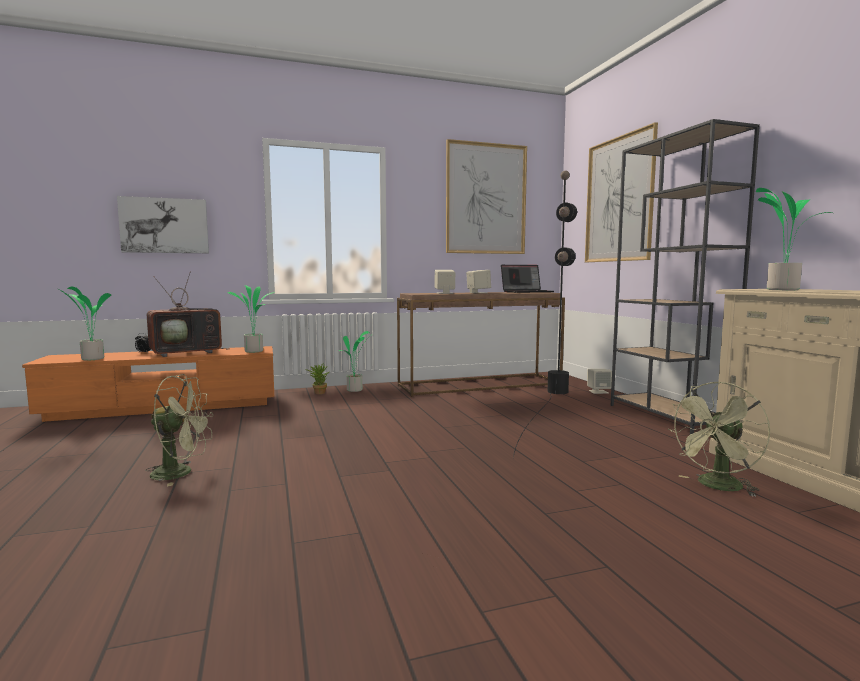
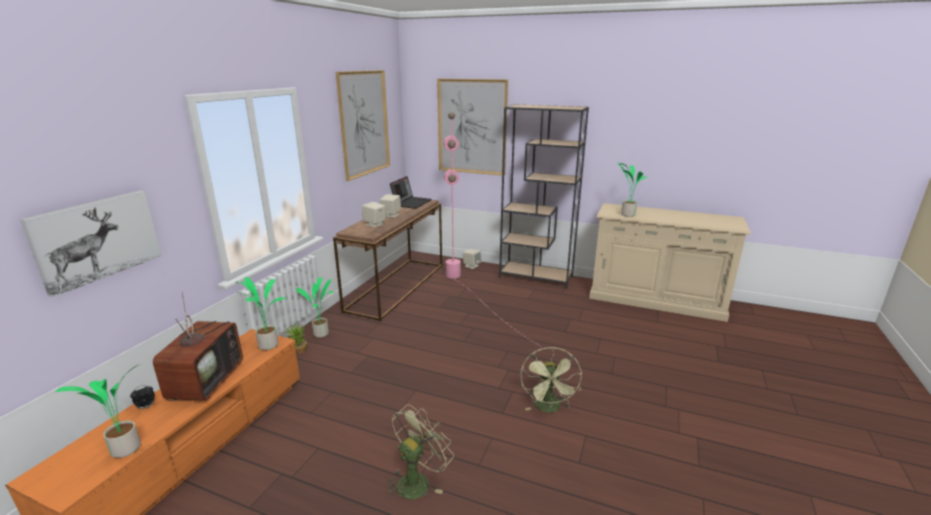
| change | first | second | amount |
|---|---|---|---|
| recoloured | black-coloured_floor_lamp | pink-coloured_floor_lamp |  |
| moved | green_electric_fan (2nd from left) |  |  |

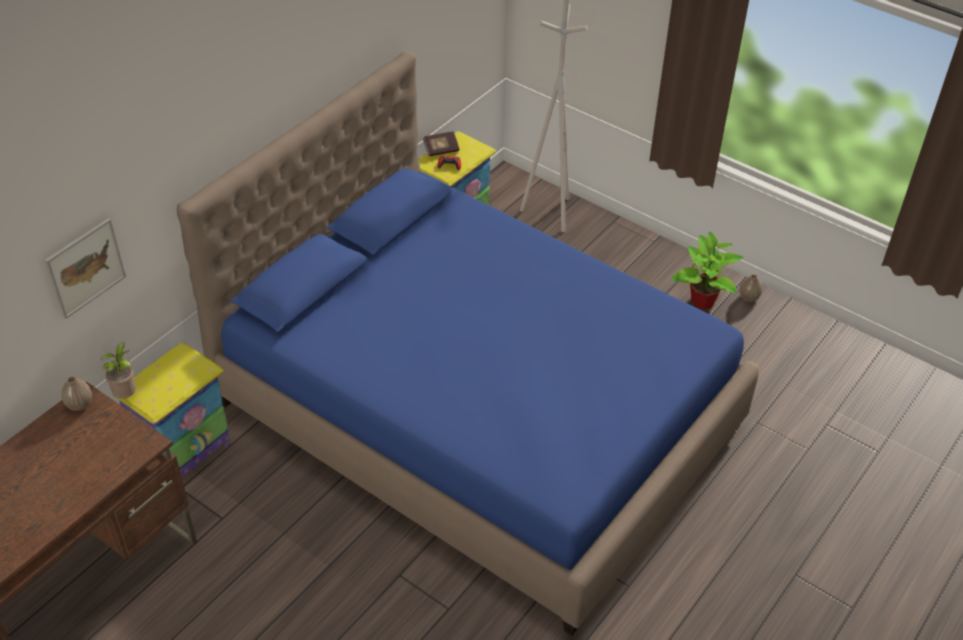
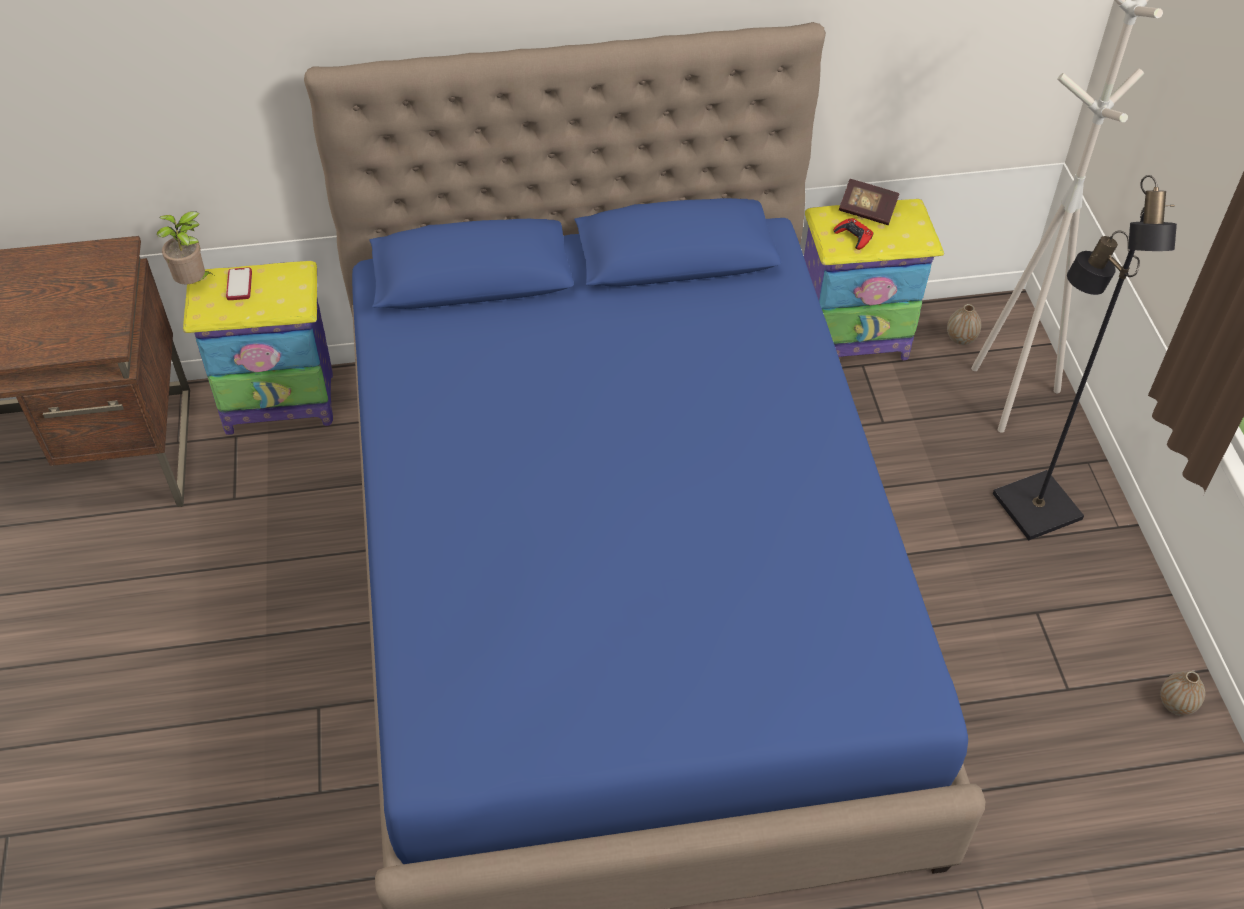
| change | first | second | amount |
|---|---|---|---|
| removed | wall_picture |  |  |
| moved | flower_vase (1st from left) |  |  |
| removed | potted_plant (2nd from left) |  |  |
| added |  | telephone |  |
| added |  | black-coloured_floor_lamp |  |

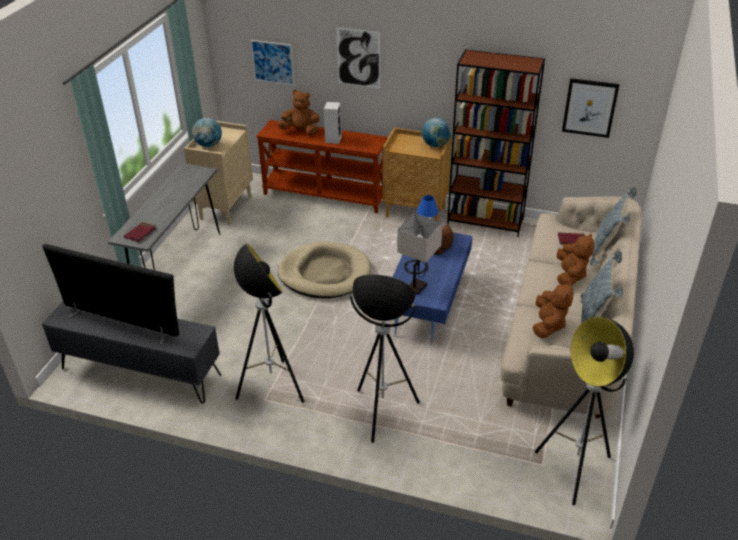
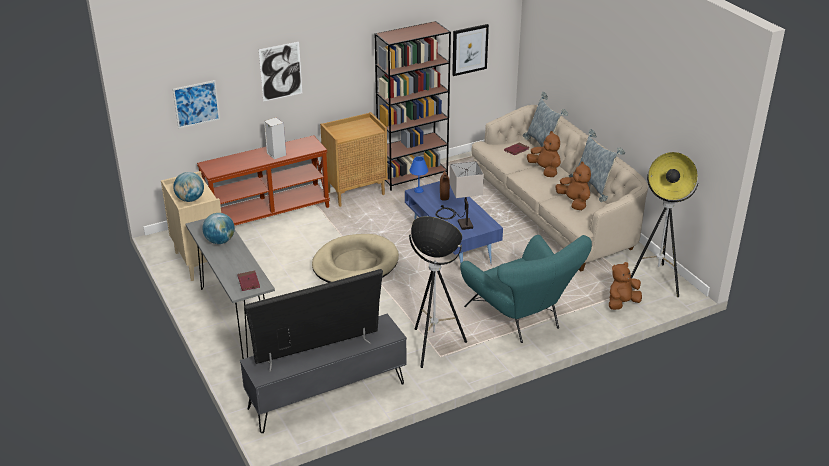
| change | first | second | amount |
|---|---|---|---|
| moved | brown_plush_toy (1st from left in the first image) | brown_plush_toy (3rd from left) |  |
| replaced | floor_lamp (2nd from left) | turquoise_armchair |  |
| moved | globe (2nd from left) |  |  |

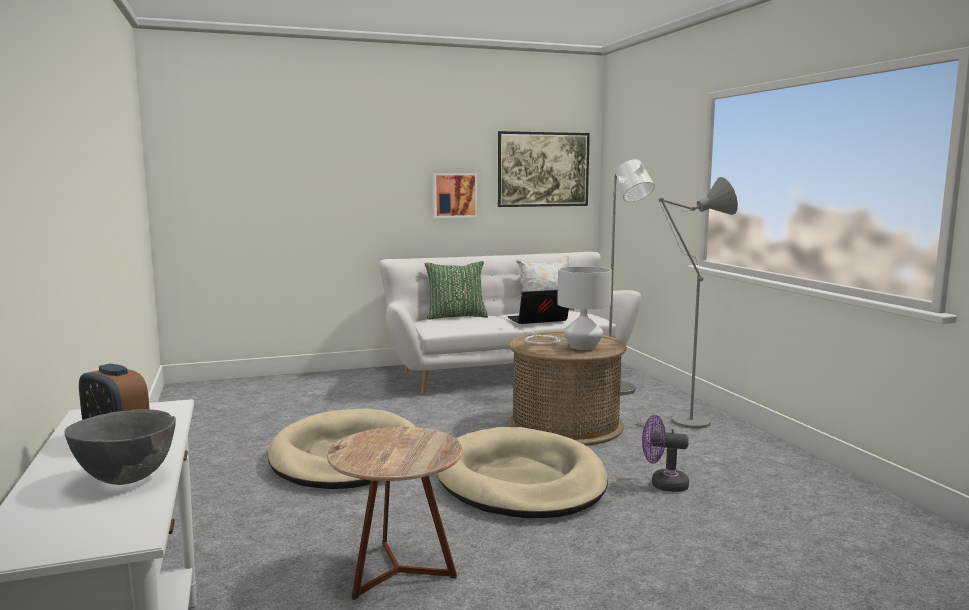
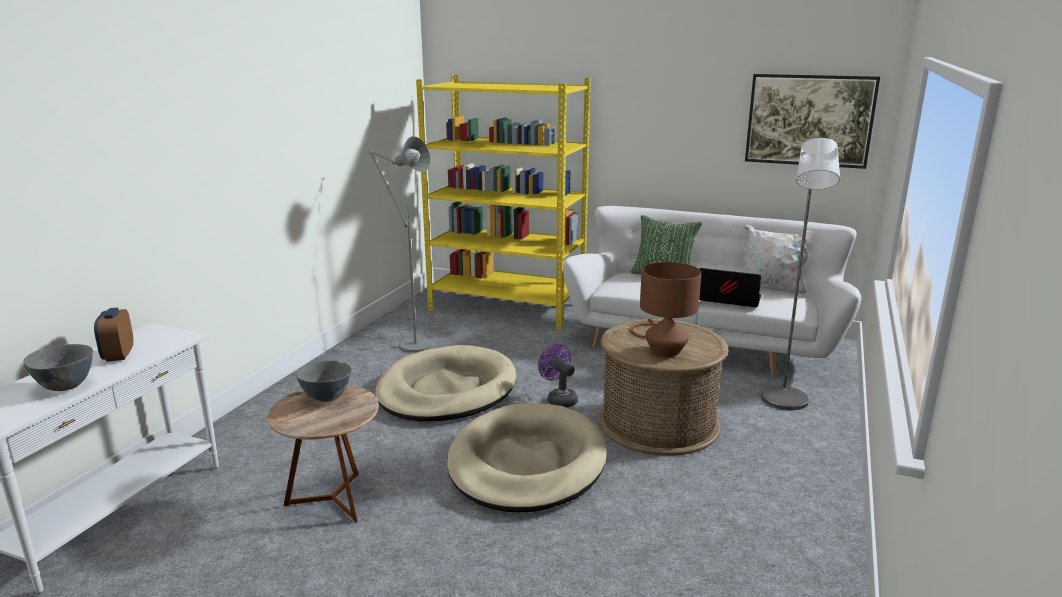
| change | first | second | amount |
|---|---|---|---|
| removed | wall_picture (1st from left) |  |  |
| recoloured | white_lamp_for_a_table | brown_lamp_for_a_table |  |
| moved | grey_floor_lamp (2nd from left in the first image) | grey_floor_lamp (1st from left) |  |
| moved | purple_electric_fan |  |  |
| added |  | grey_deep_dish (2nd from left) |  |
| added |  | yellow-coloured_bookcase |  |

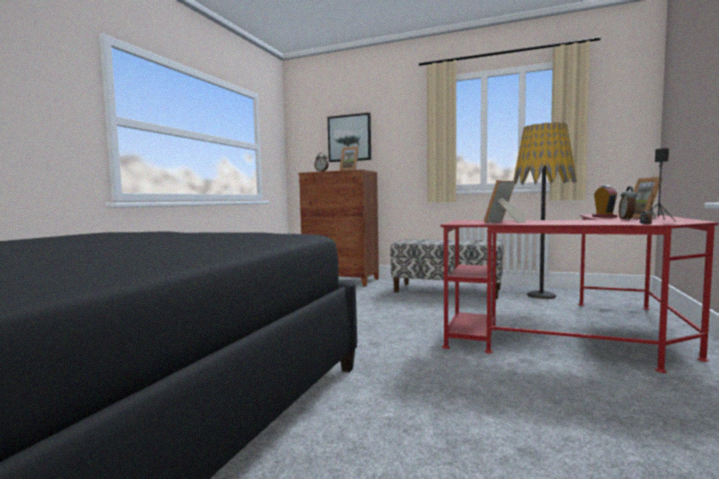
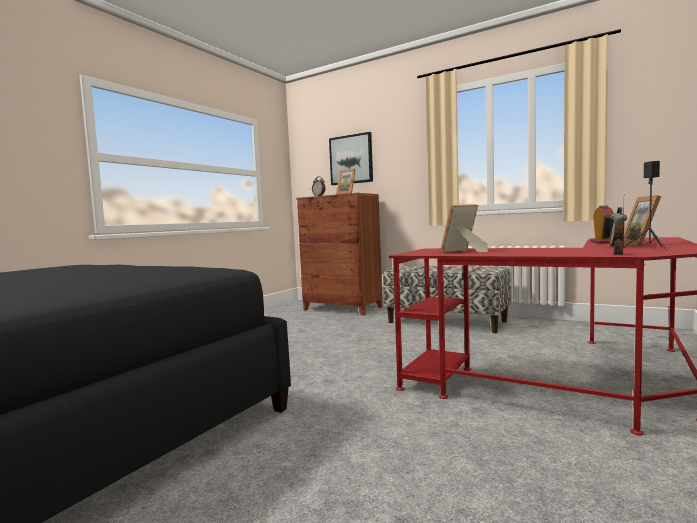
| change | first | second | amount |
|---|---|---|---|
| removed | floor_lamp |  |  |

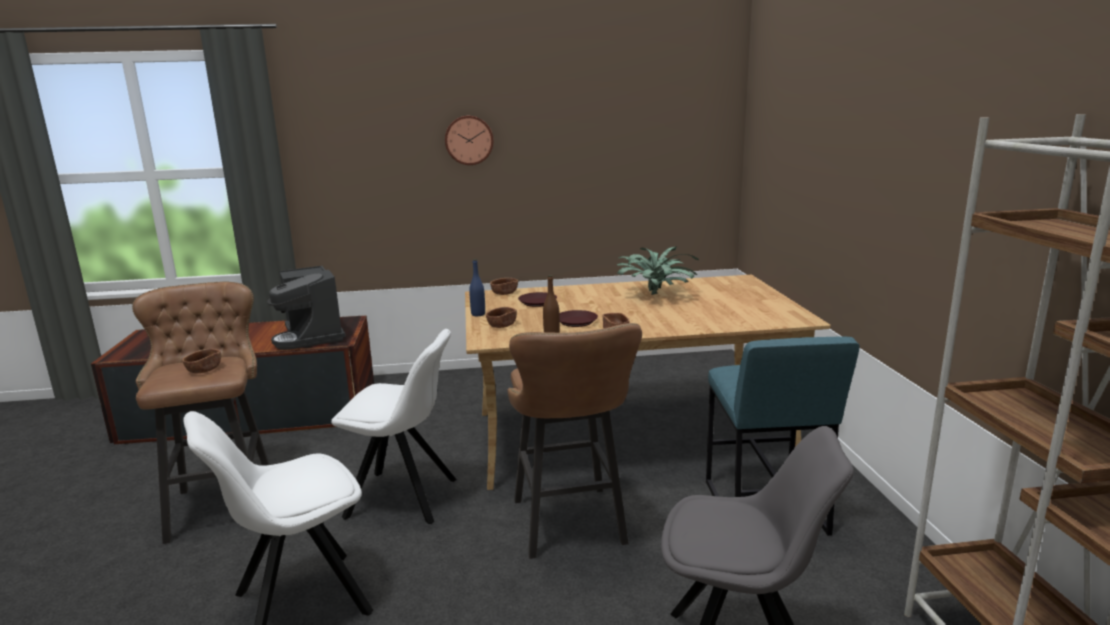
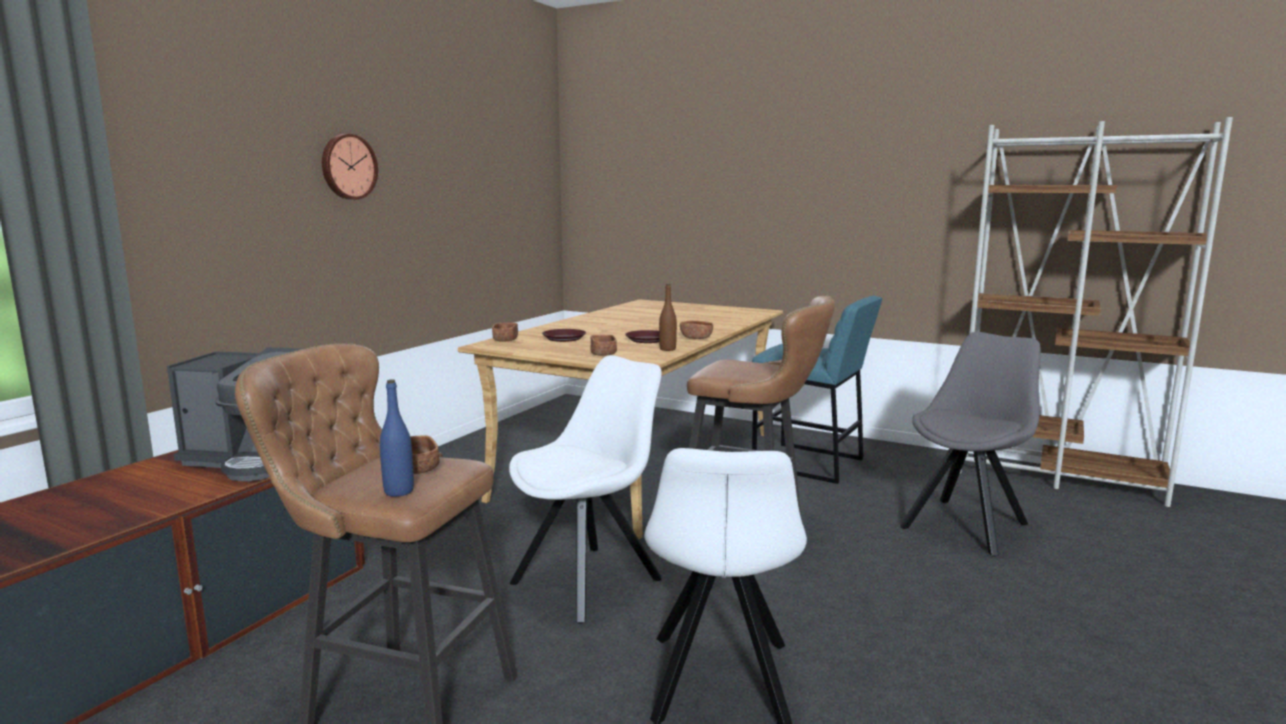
| change | first | second | amount |
|---|---|---|---|
| moved | blue-coloured_beverage_bottle |  |  |
| removed | potted_plant |  |  |

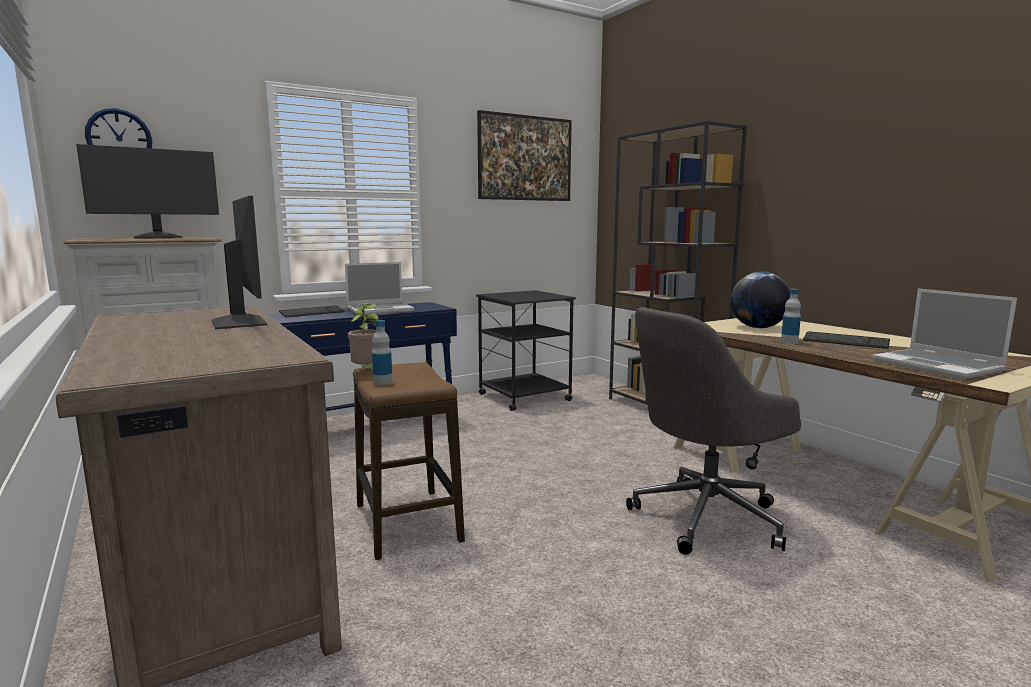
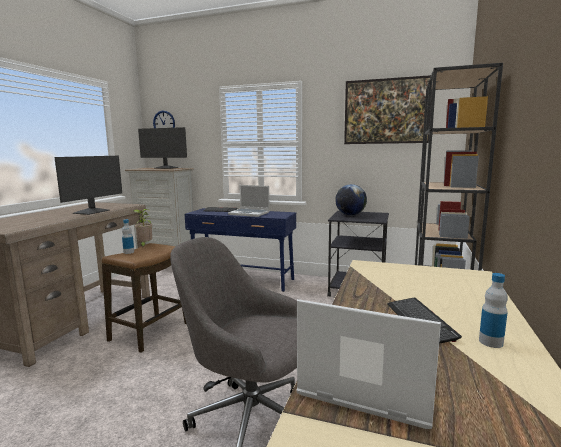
| change | first | second | amount |
|---|---|---|---|
| moved | globe |  |  |
| moved | beverage_bottle (2nd from left) |  |  |
| turned | laptop (2nd from left) |  | 90 degrees clockwise |

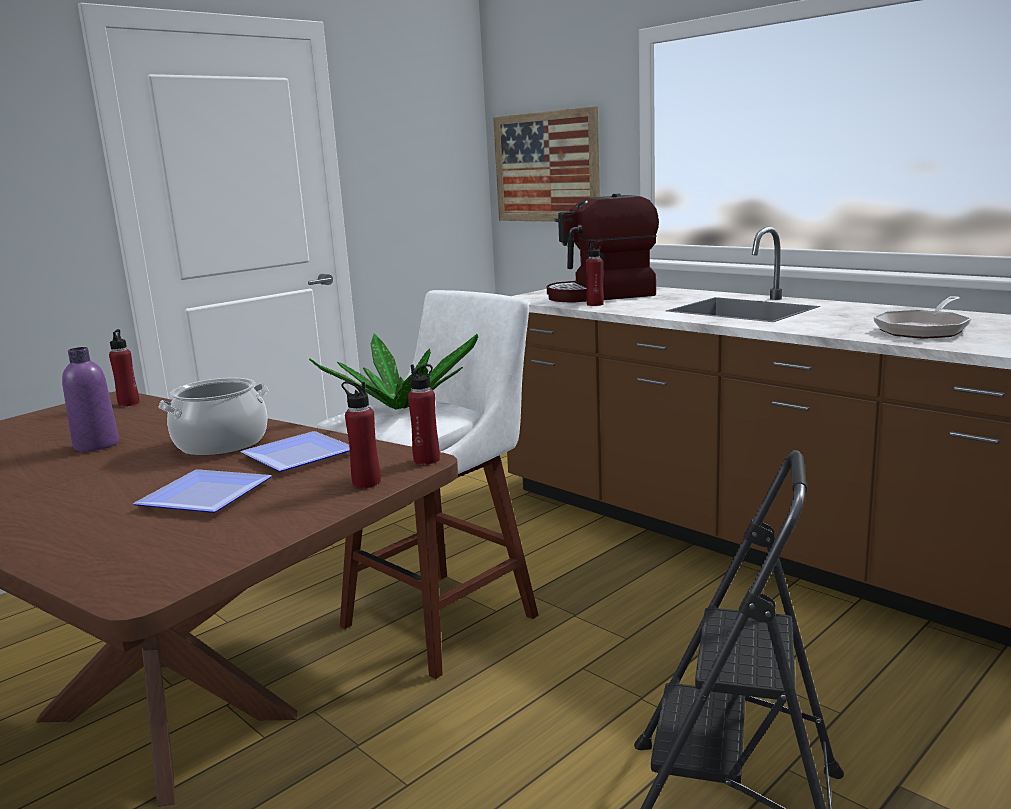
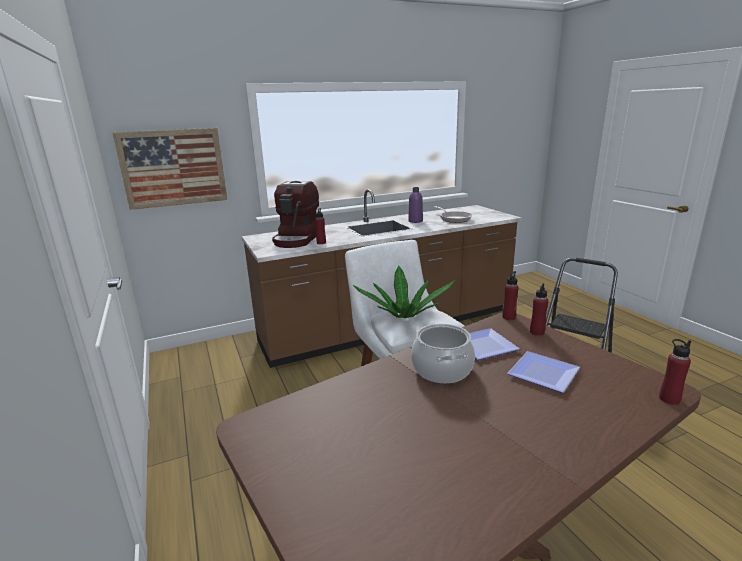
| change | first | second | amount |
|---|---|---|---|
| moved | purple_beverage_bottle |  |  |
| moved | red_beverage_bottle (1st from left in the first image) | red_beverage_bottle (4th from left) |  |

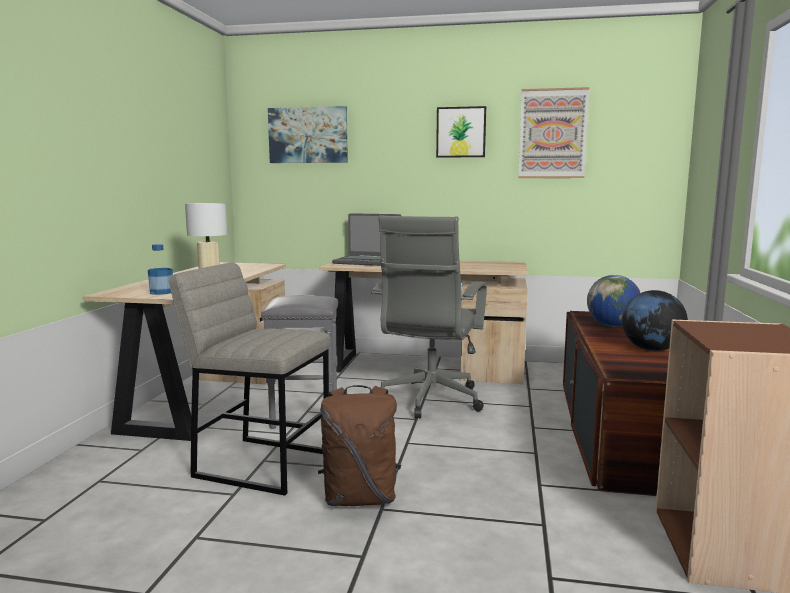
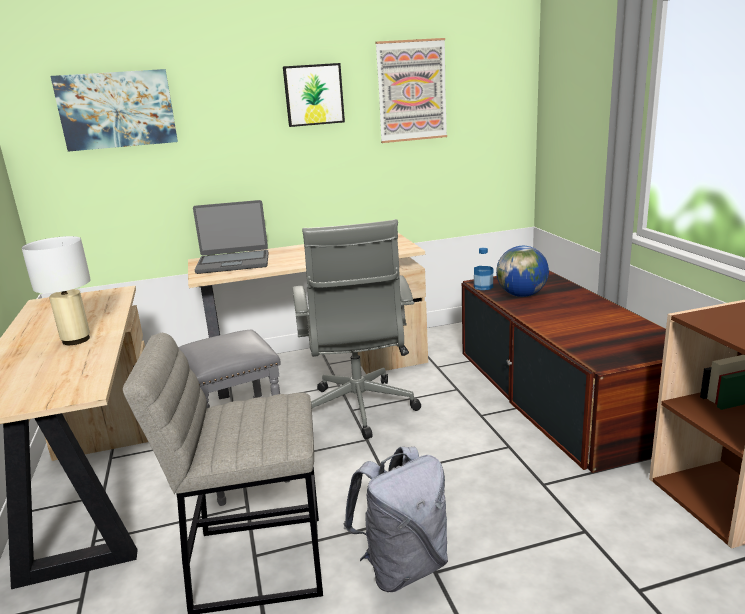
| change | first | second | amount |
|---|---|---|---|
| moved | beverage_bottle |  |  |
| recoloured | brown_rucksack | grey_rucksack |  |
| removed | globe (2nd from left) |  |  |

